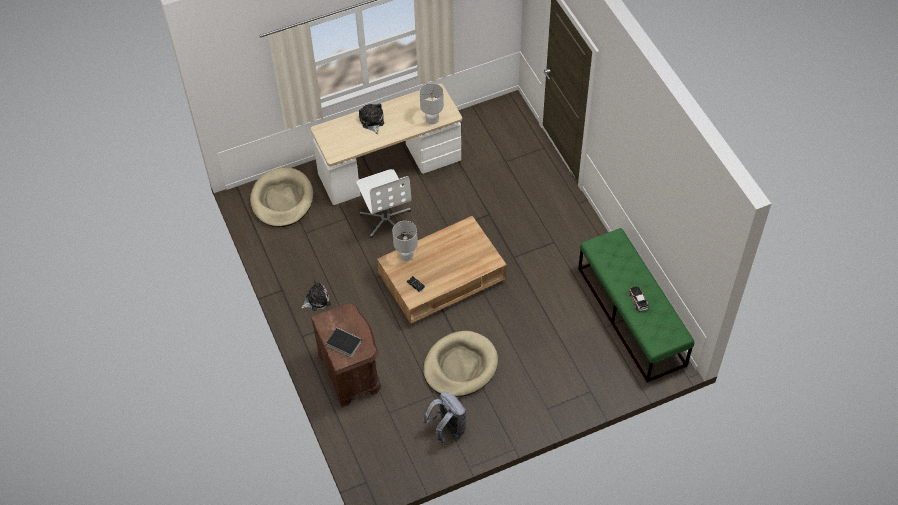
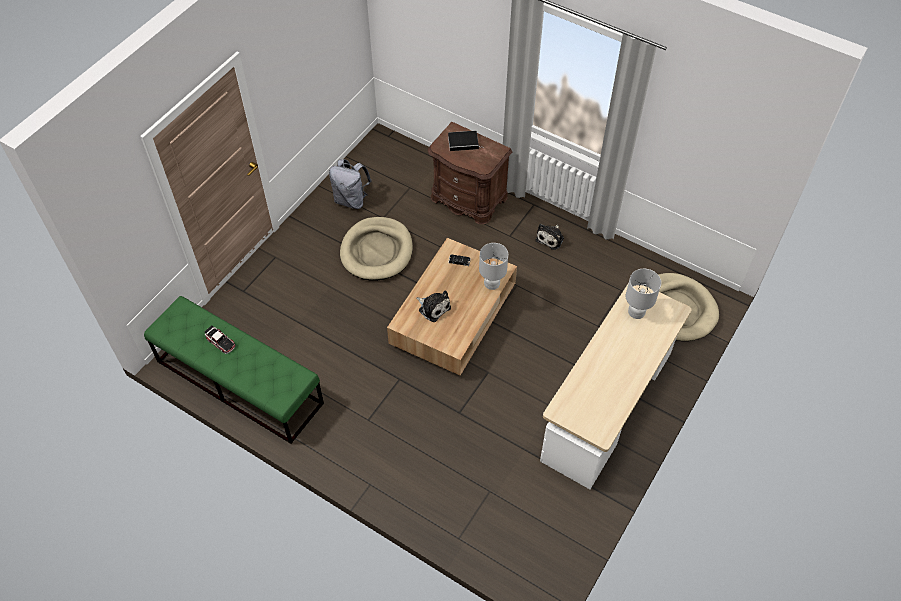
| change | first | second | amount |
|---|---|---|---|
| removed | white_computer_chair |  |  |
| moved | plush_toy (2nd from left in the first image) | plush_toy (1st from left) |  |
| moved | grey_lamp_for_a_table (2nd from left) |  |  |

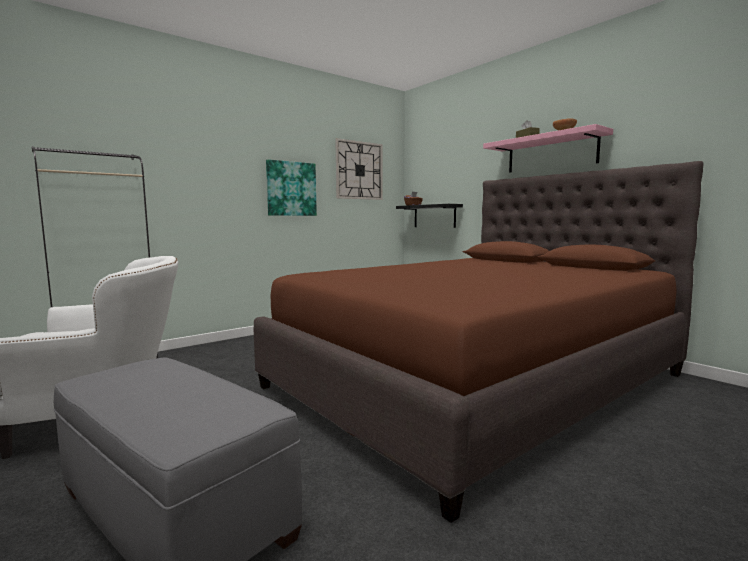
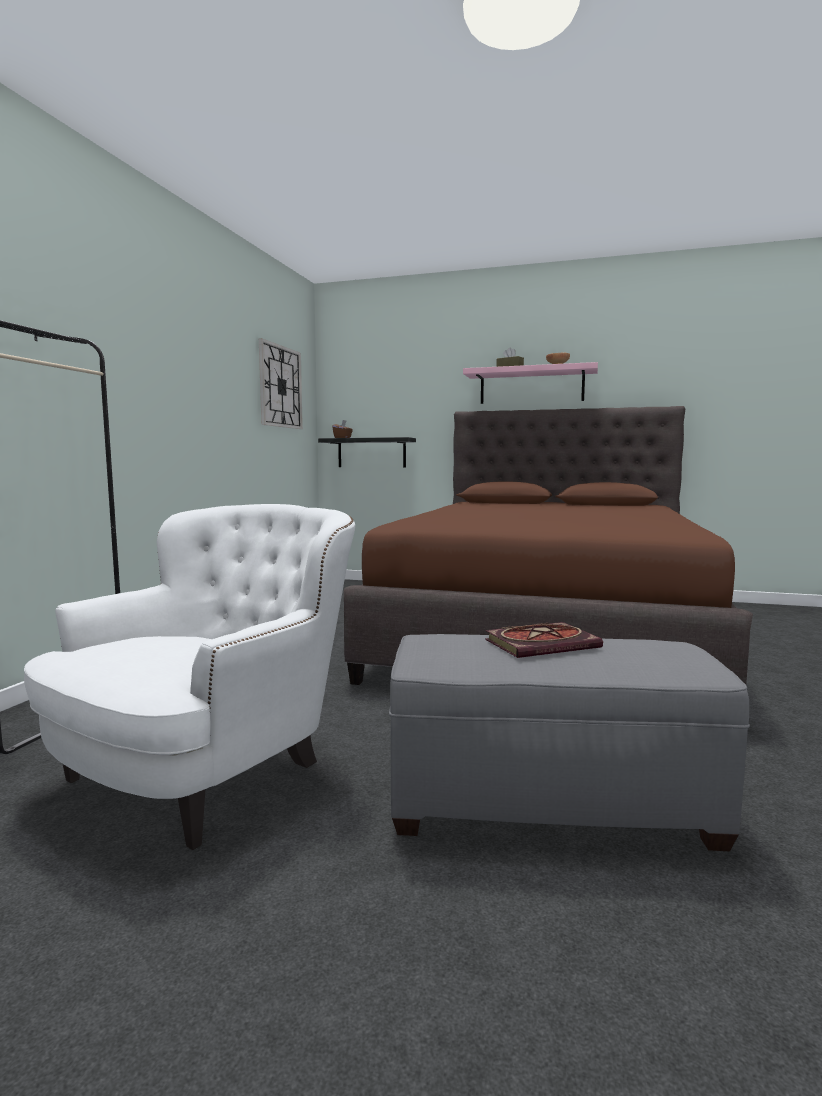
| change | first | second | amount |
|---|---|---|---|
| removed | wall_picture |  |  |
| added |  | bound_book |  |

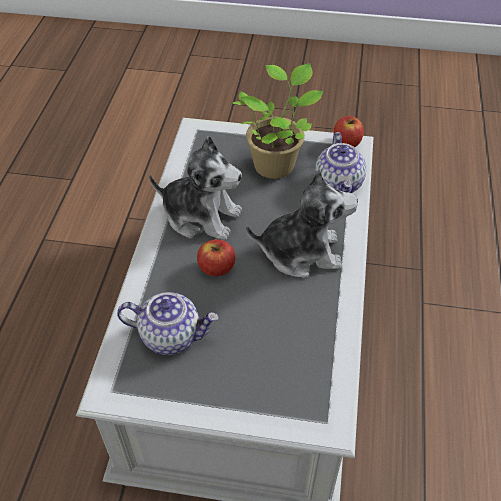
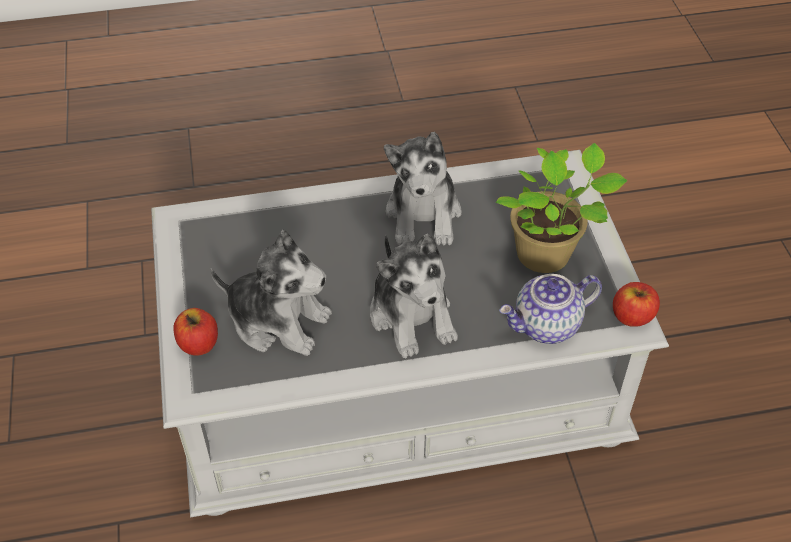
| change | first | second | amount |
|---|---|---|---|
| removed | pot_for_tea (1st from left) |  |  |
| moved | apple_fruit (1st from left) |  |  |
| added |  | plush_toy (1st from left) |  |

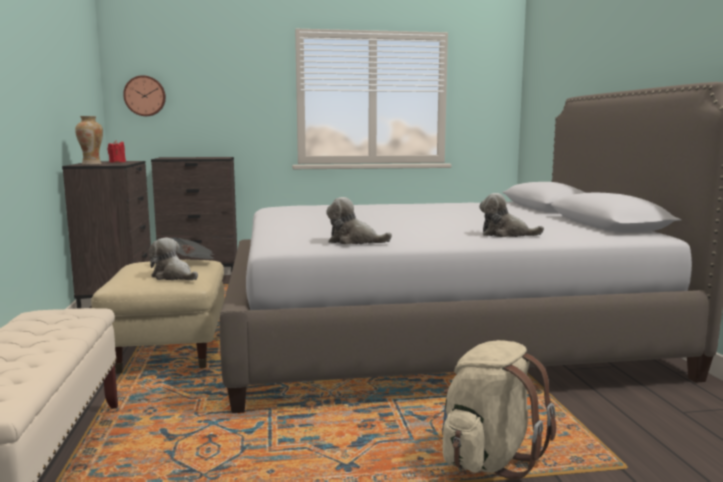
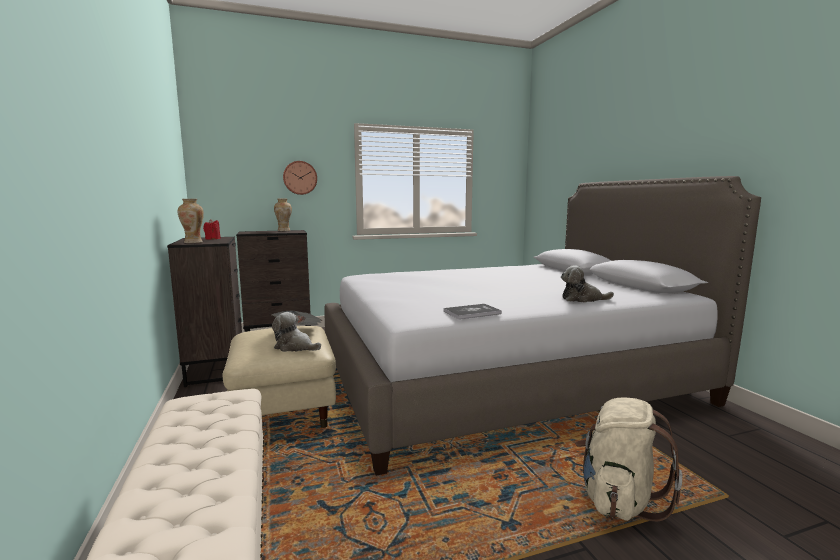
| change | first | second | amount |
|---|---|---|---|
| moved | wall_clock |  |  |
| replaced | plush_toy (2nd from left) | bound_book |  |
| added |  | flower_vase (2nd from left) |  |

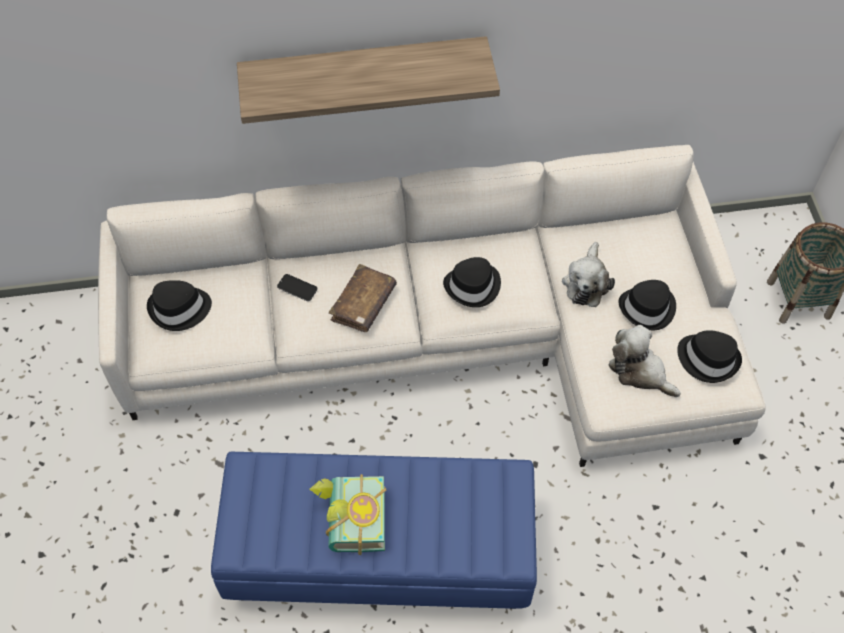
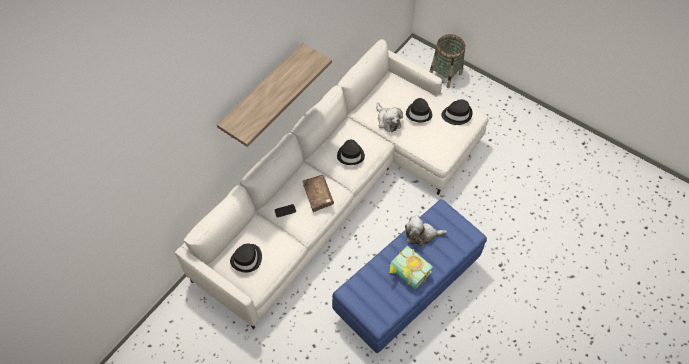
| change | first | second | amount |
|---|---|---|---|
| moved | plush_toy (2nd from left) |  |  |

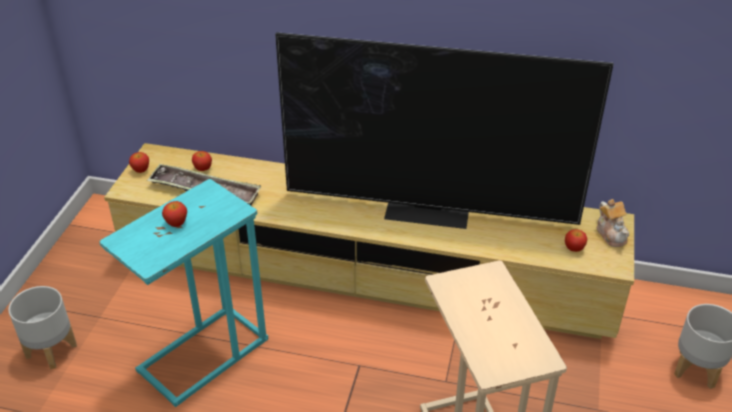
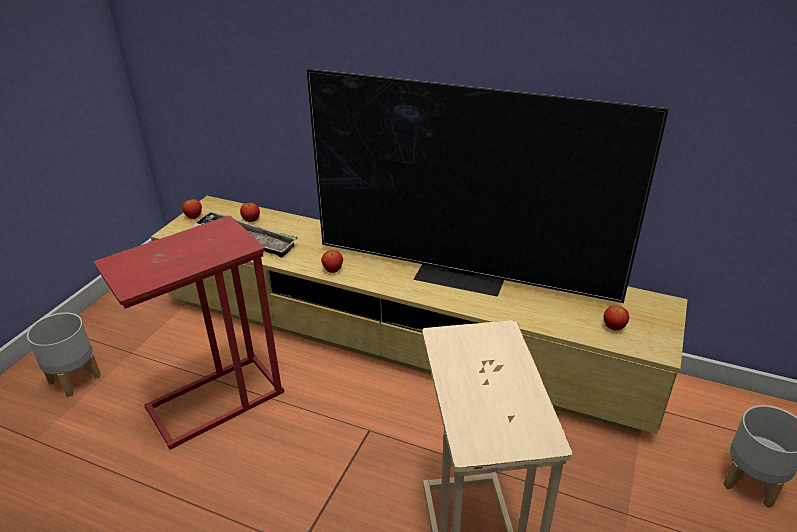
| change | first | second | amount |
|---|---|---|---|
| recoloured | turquoise_end_table | red_end_table |  |
| moved | apple_fruit (2nd from left in the first image) | apple_fruit (3rd from left) |  |
| removed | pot_for_tea |  |  |

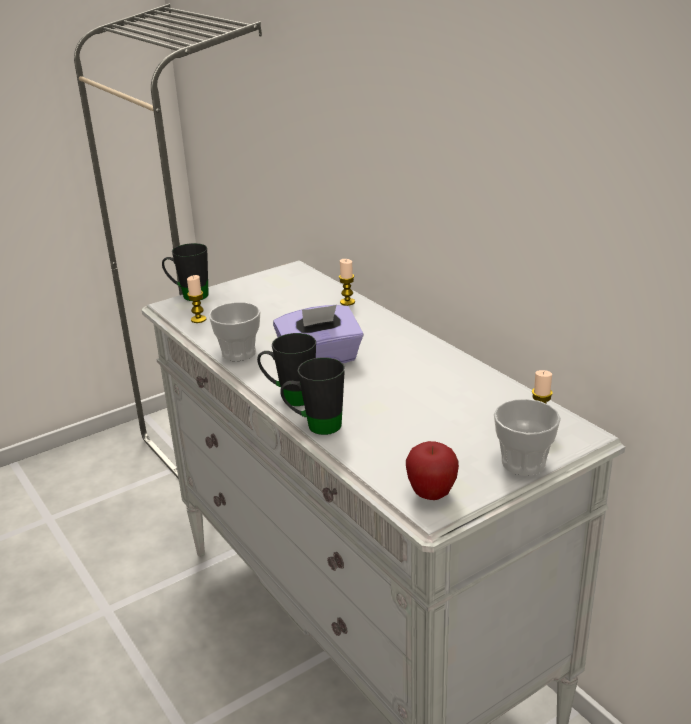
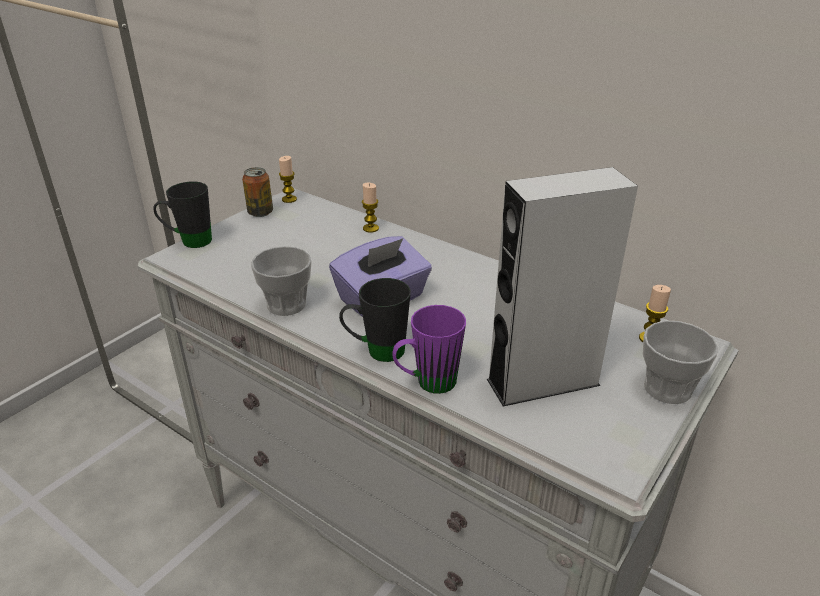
| change | first | second | amount |
|---|---|---|---|
| moved | wax_candle (1st from left) |  |  |
| recoloured | black-coloured_mug (3rd from left) | purple_mug |  |
| removed | apple_fruit |  |  |
| added |  | sealed_can |  |
| added |  | grey_audio_speaker |  |

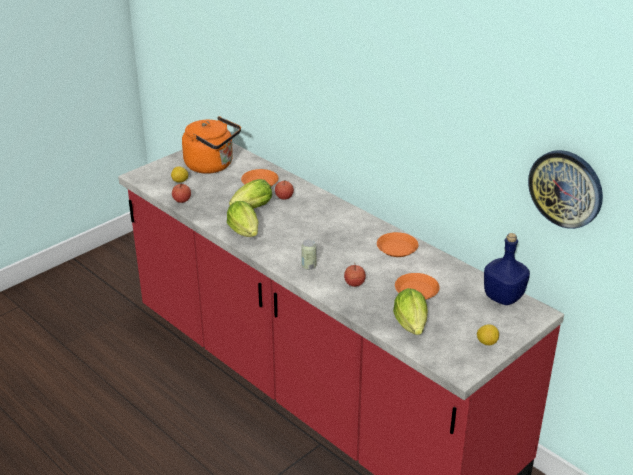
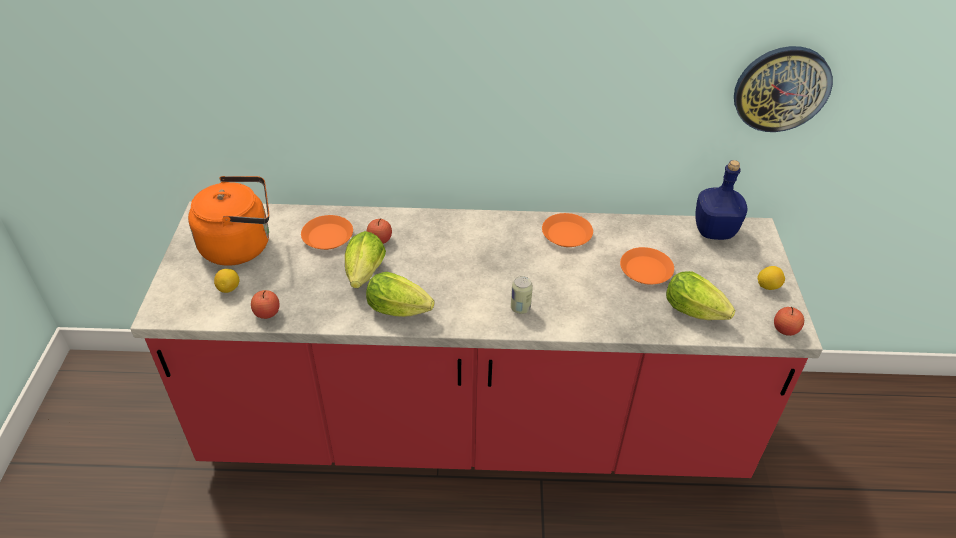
| change | first | second | amount |
|---|---|---|---|
| moved | apple_fruit (3rd from left) |  |  |

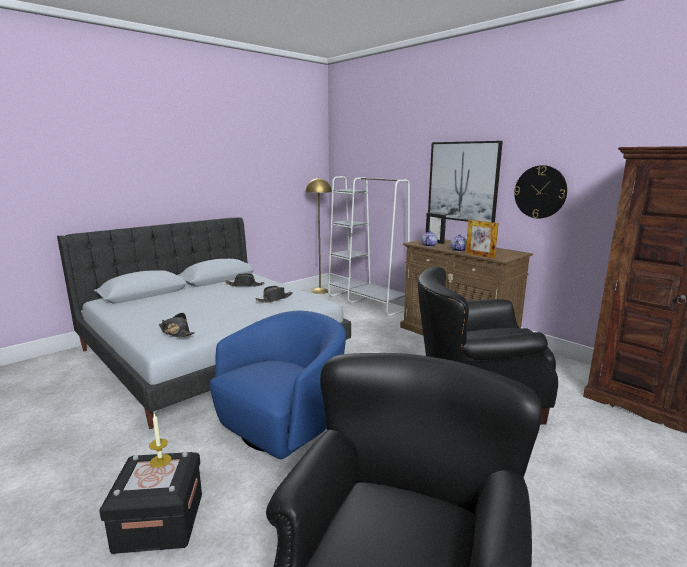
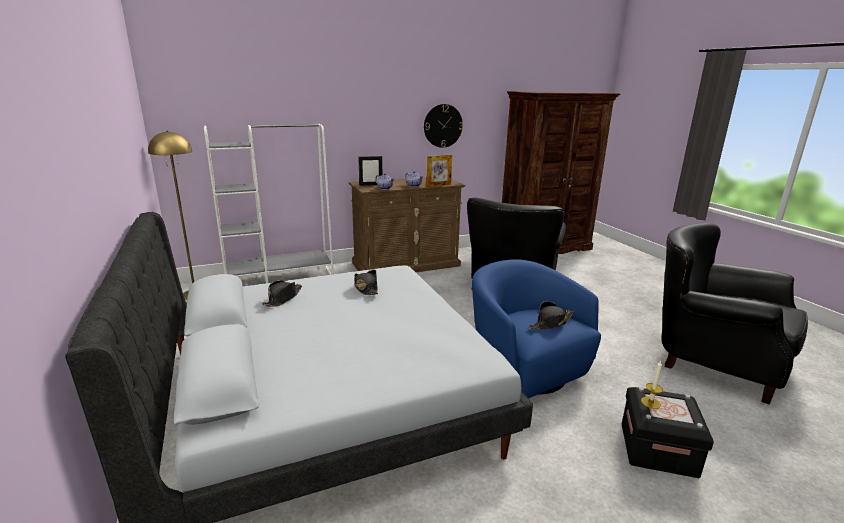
| change | first | second | amount |
|---|---|---|---|
| moved | black-coloured_wearable_hat (1st from left in the first image) | black-coloured_wearable_hat (3rd from left) |  |
| removed | wall_picture |  |  |

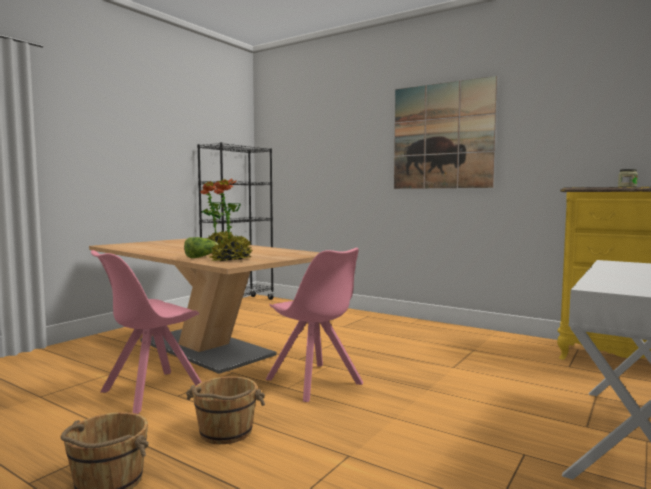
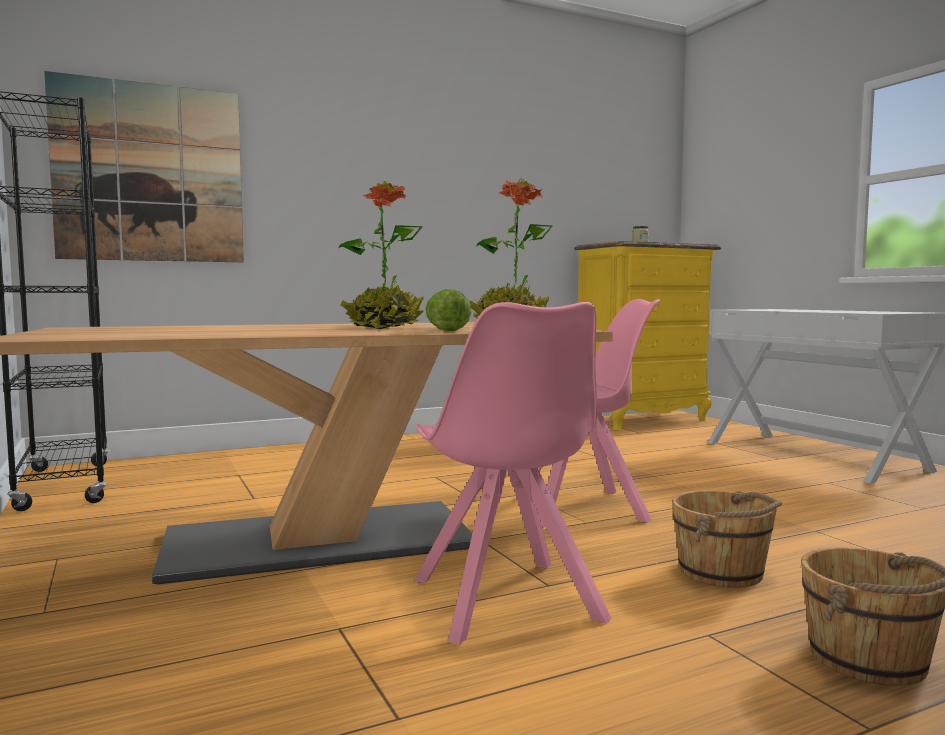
| change | first | second | amount |
|---|---|---|---|
| moved | wall_picture |  |  |

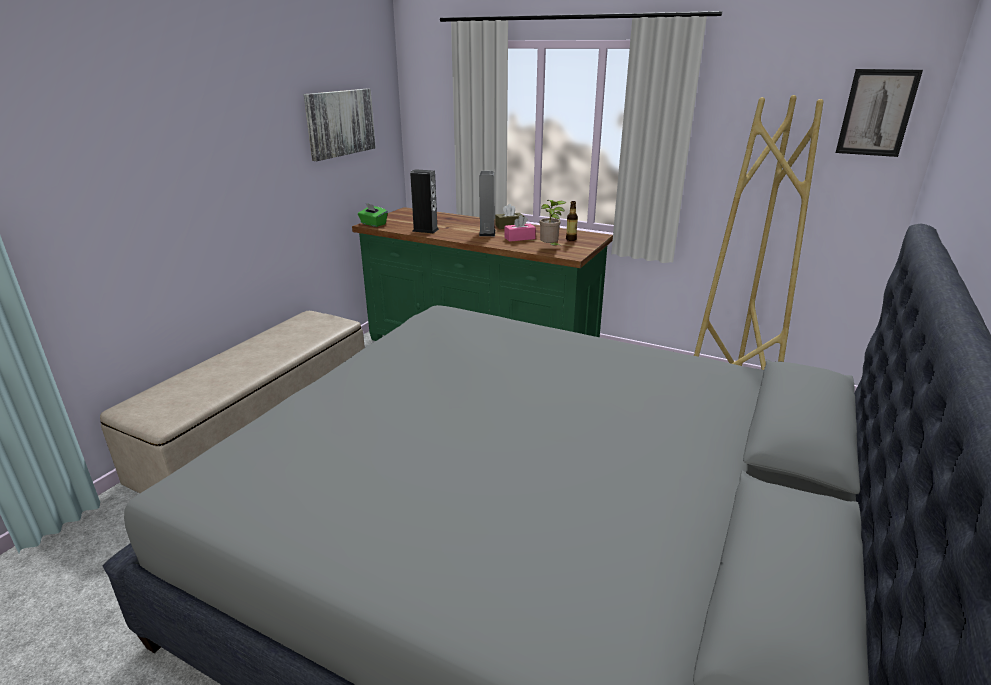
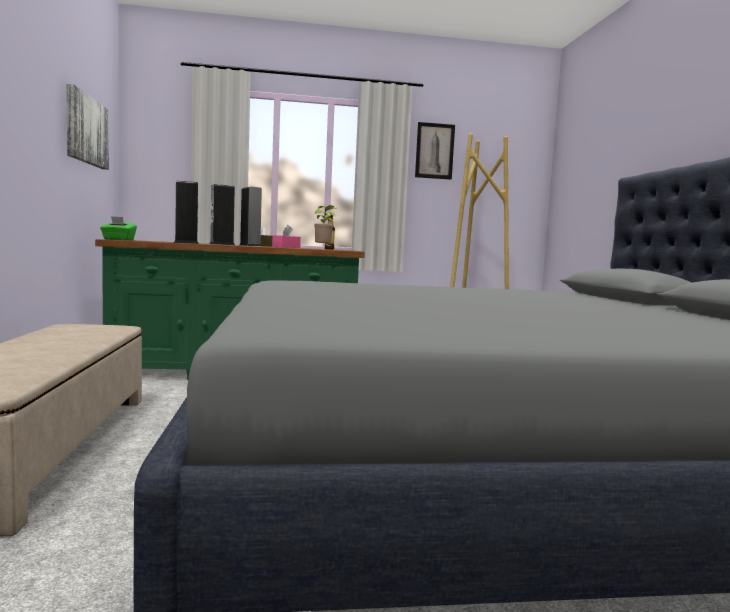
| change | first | second | amount |
|---|---|---|---|
| moved | wall_picture (2nd from left) |  |  |
| added |  | audio_speaker (2nd from left) |  |

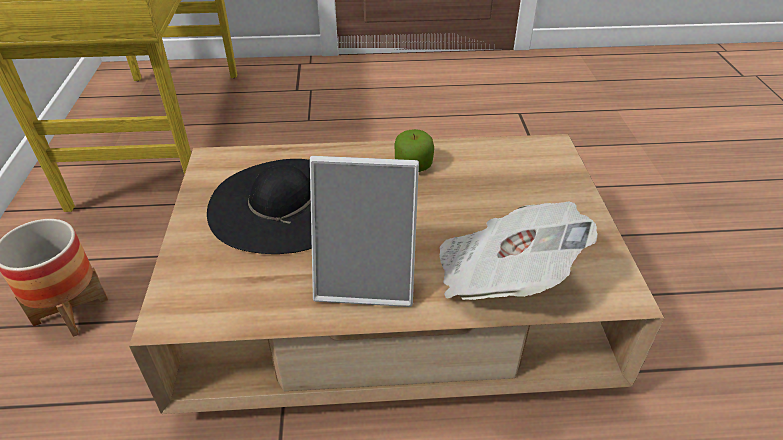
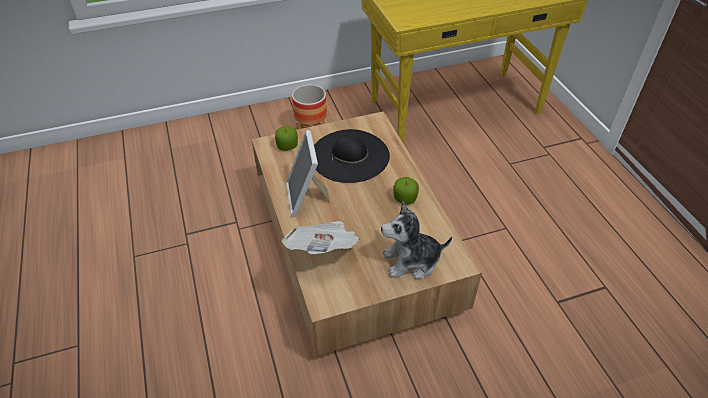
| change | first | second | amount |
|---|---|---|---|
| added |  | apple_fruit (1st from left) |  |
| added |  | plush_toy |  |

